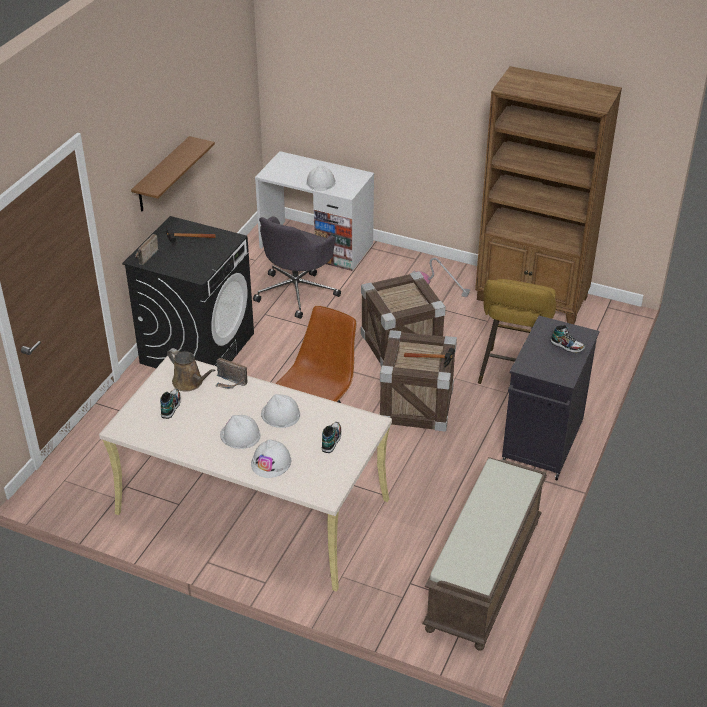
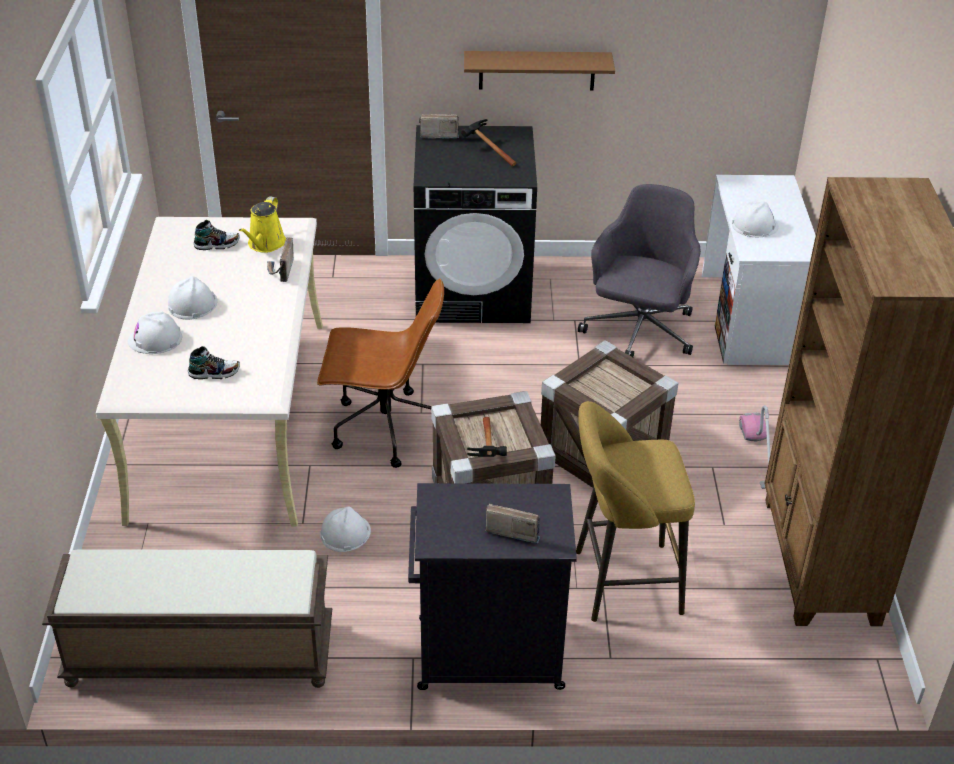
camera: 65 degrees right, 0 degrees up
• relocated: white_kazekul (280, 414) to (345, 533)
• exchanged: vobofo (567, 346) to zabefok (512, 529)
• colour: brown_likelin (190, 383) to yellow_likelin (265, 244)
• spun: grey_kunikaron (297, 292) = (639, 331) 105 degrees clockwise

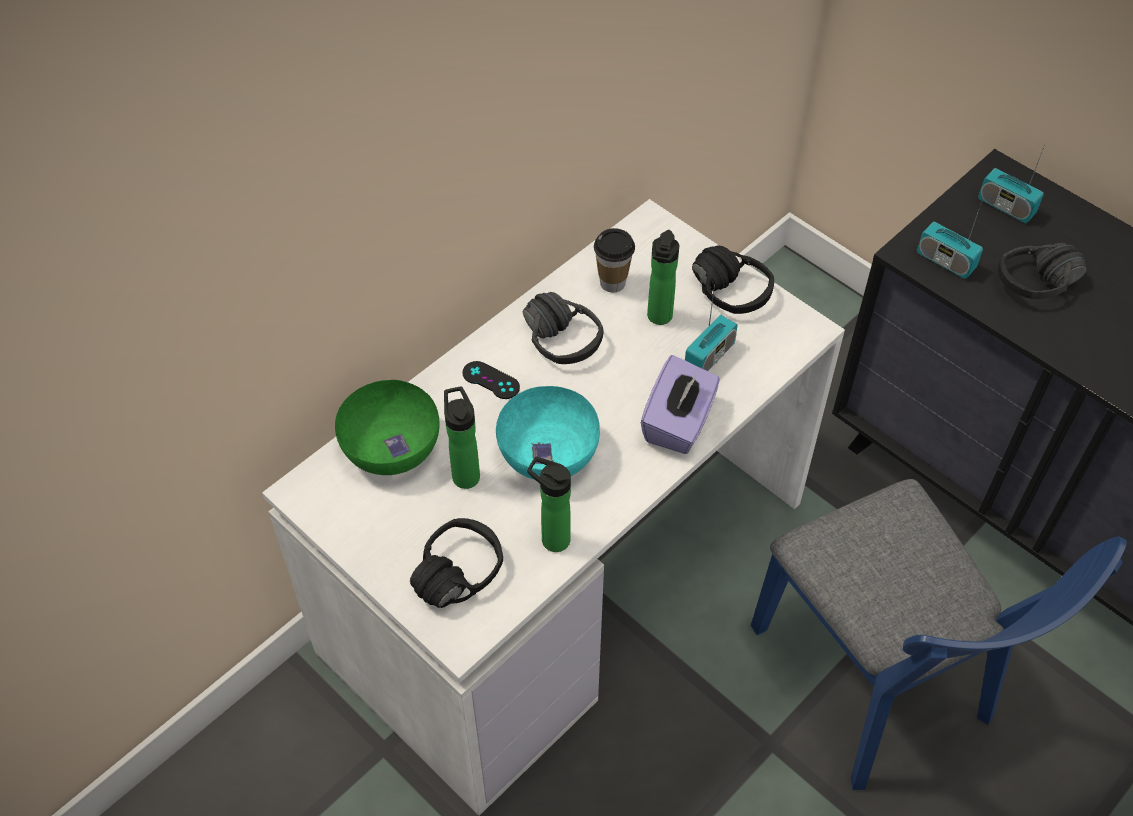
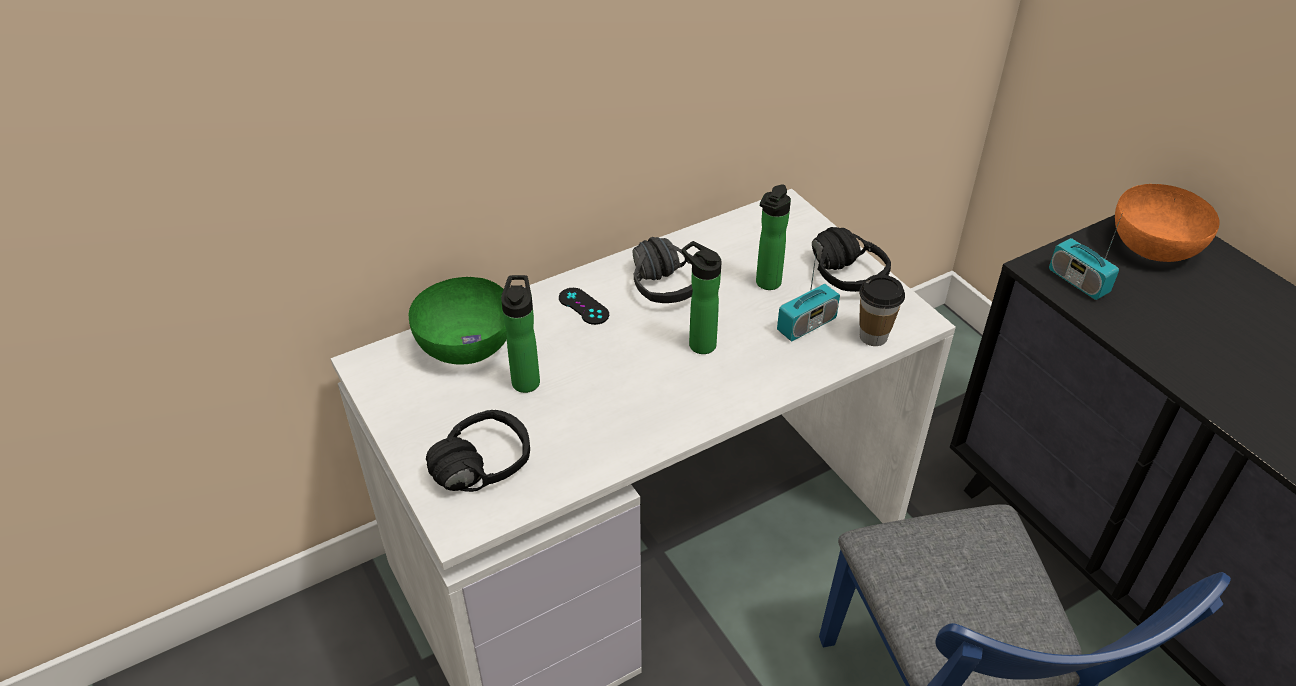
camera: 15 degrees right, 10 degrees down
• missing: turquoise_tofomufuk (549, 454)
• missing: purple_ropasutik (678, 423)
• missing: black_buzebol (1044, 292)
• relocated: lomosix (551, 538) to (699, 343)
• relocated: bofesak (612, 282) to (873, 336)
• exchanged: zabefok (1006, 207) to orange_tofomufuk (1155, 246)

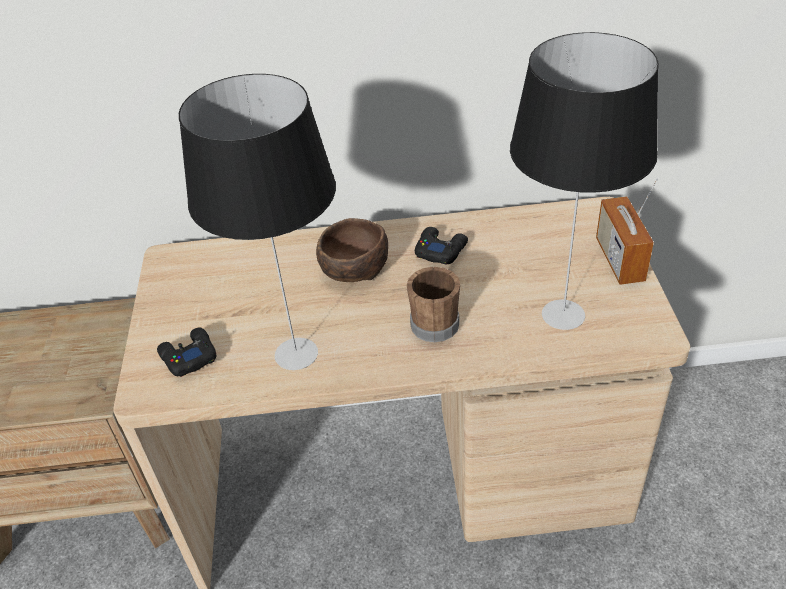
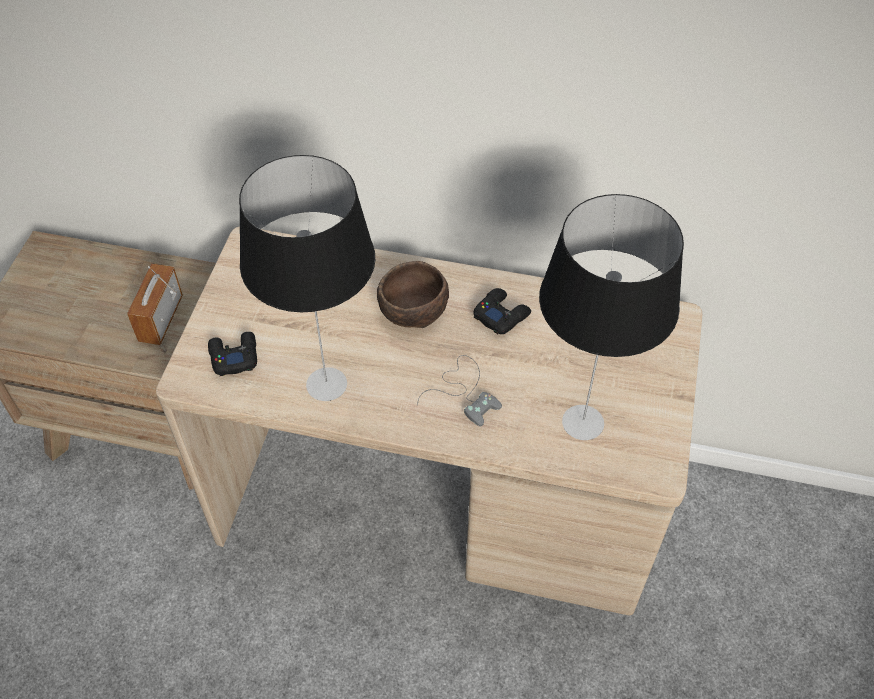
camera: 15 degrees right, 10 degrees up
• relocated: zabefok (619, 260) to (161, 319)
• exchanged: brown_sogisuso (437, 321) to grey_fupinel (464, 391)

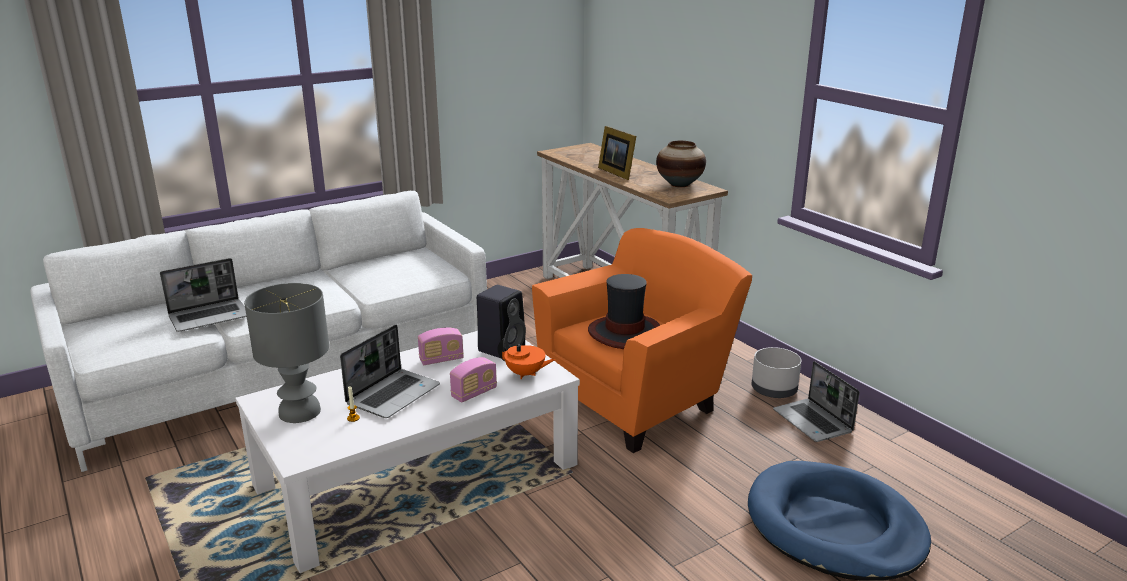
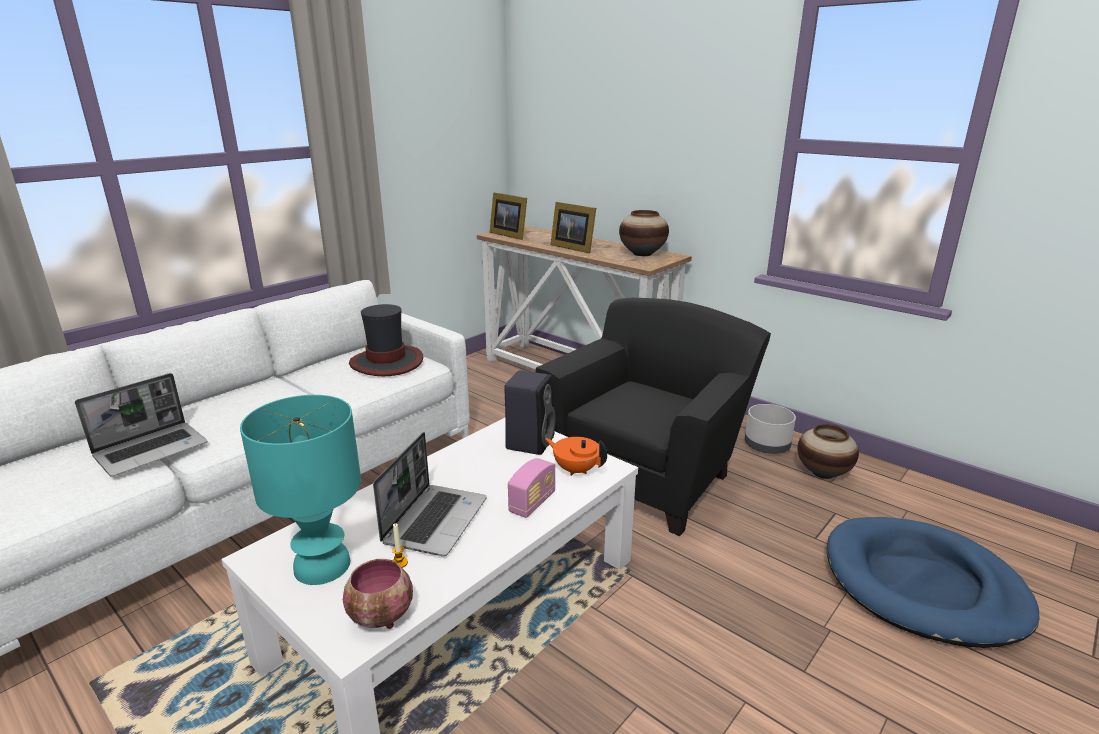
camera: 15 degrees left, 0 degrees up
• missing: zabefok (441, 360)
• appeared: tofomufuk (382, 617)
• appeared: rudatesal (509, 235)
• relocated: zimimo (625, 333) to (387, 362)
• exchanged: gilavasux (813, 422) to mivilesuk (823, 473)
• colour: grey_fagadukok (300, 411) to turquoise_fagadukok (323, 565)
• colour: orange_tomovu (636, 399) to black_tomovu (646, 474)
• spun: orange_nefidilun (525, 374) = (576, 469) 150 degrees counterclockwise

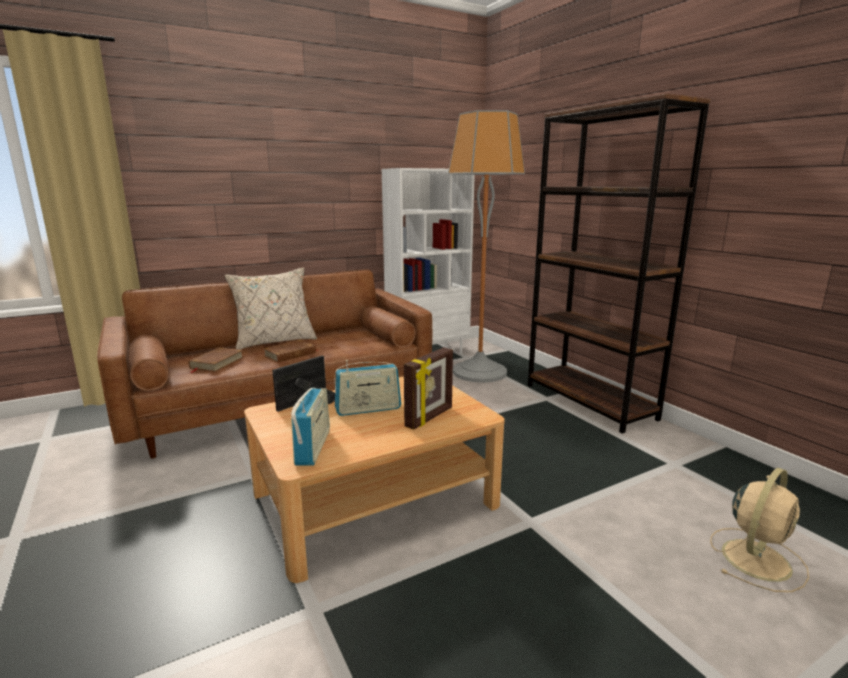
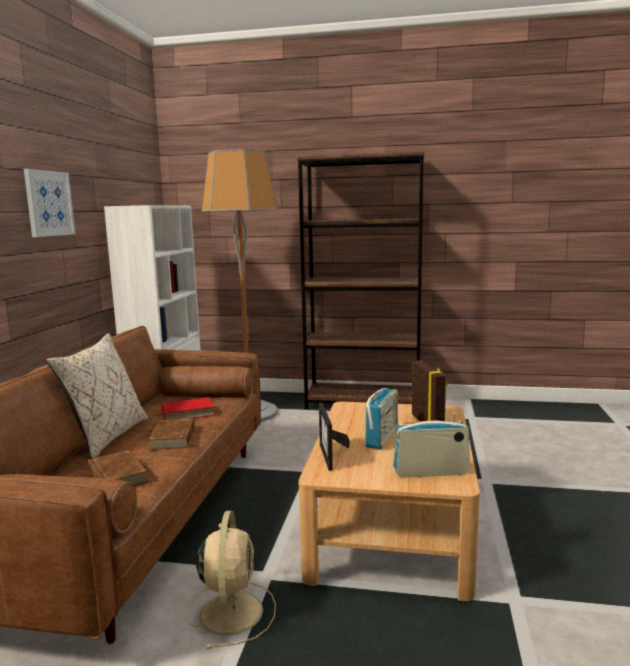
camera: 50 degrees left, 5 degrees down
• appeared: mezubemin (48, 203)
• appeared: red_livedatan (187, 413)
• relocated: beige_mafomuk (757, 558) to (231, 611)
• spun: zabefok (313, 448) = (431, 472) 45 degrees counterclockwise

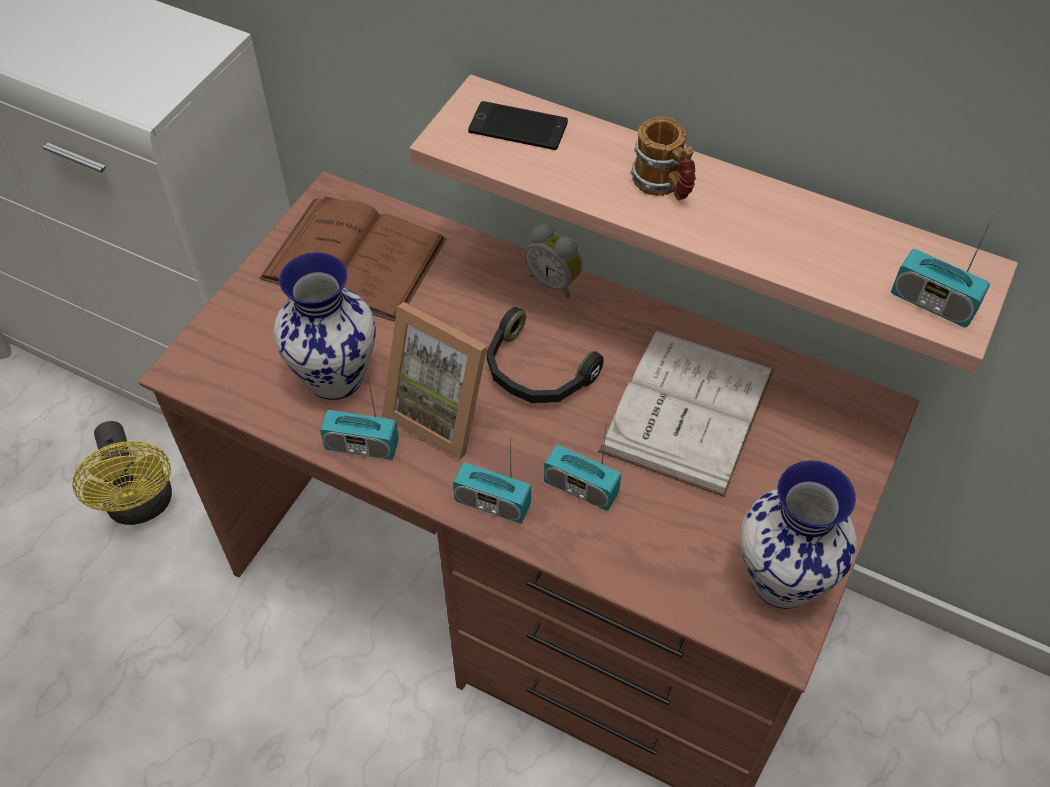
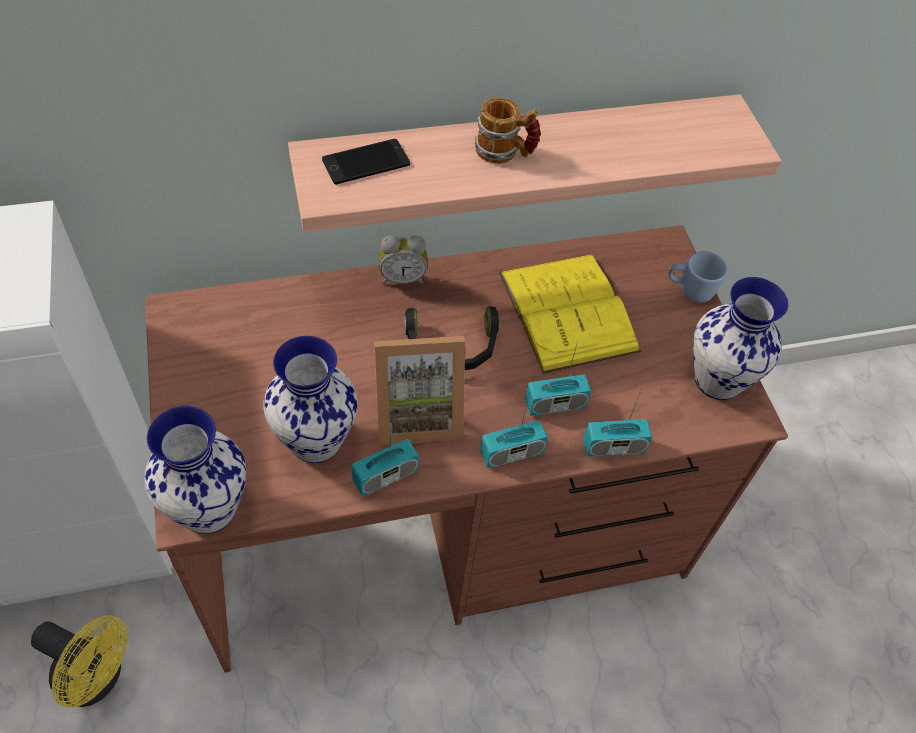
camera: 45 degrees left, 0 degrees up
• missing: brown_livedatan (354, 259)
• appeared: mivilesuk (206, 510)
• appeared: blue_sogisuso (689, 290)
• relocated: zabefok (932, 303) to (613, 447)
• colour: white_livedatan (688, 410) to yellow_livedatan (568, 311)

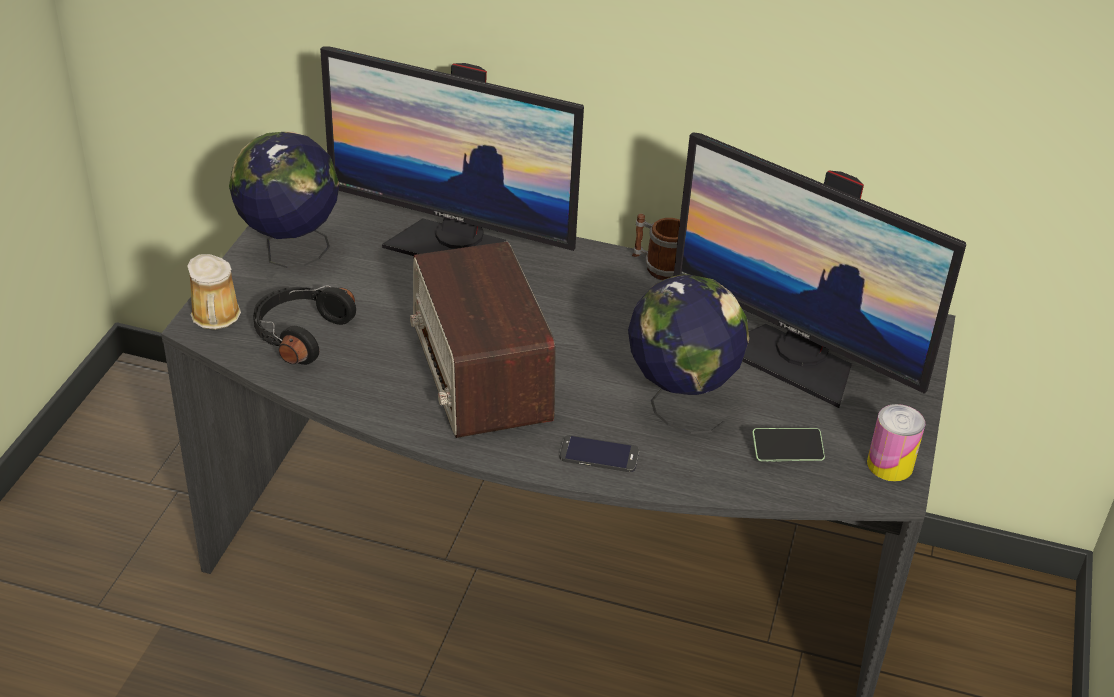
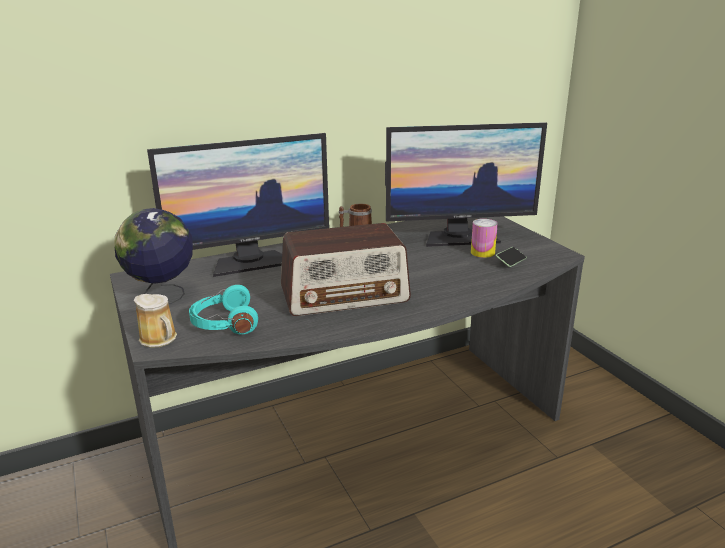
camera: 40 degrees left, 15 degrees down
• missing: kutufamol (599, 454)
• missing: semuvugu (679, 403)
• relocated: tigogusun (890, 465) to (482, 252)
• colour: black_buzebol (299, 333) to turquoise_buzebol (224, 323)
• spun: zabefok (481, 372) = (345, 295) 45 degrees counterclockwise

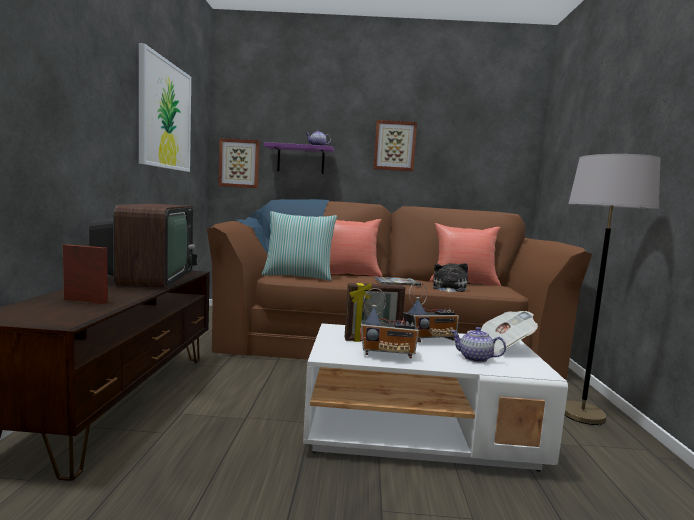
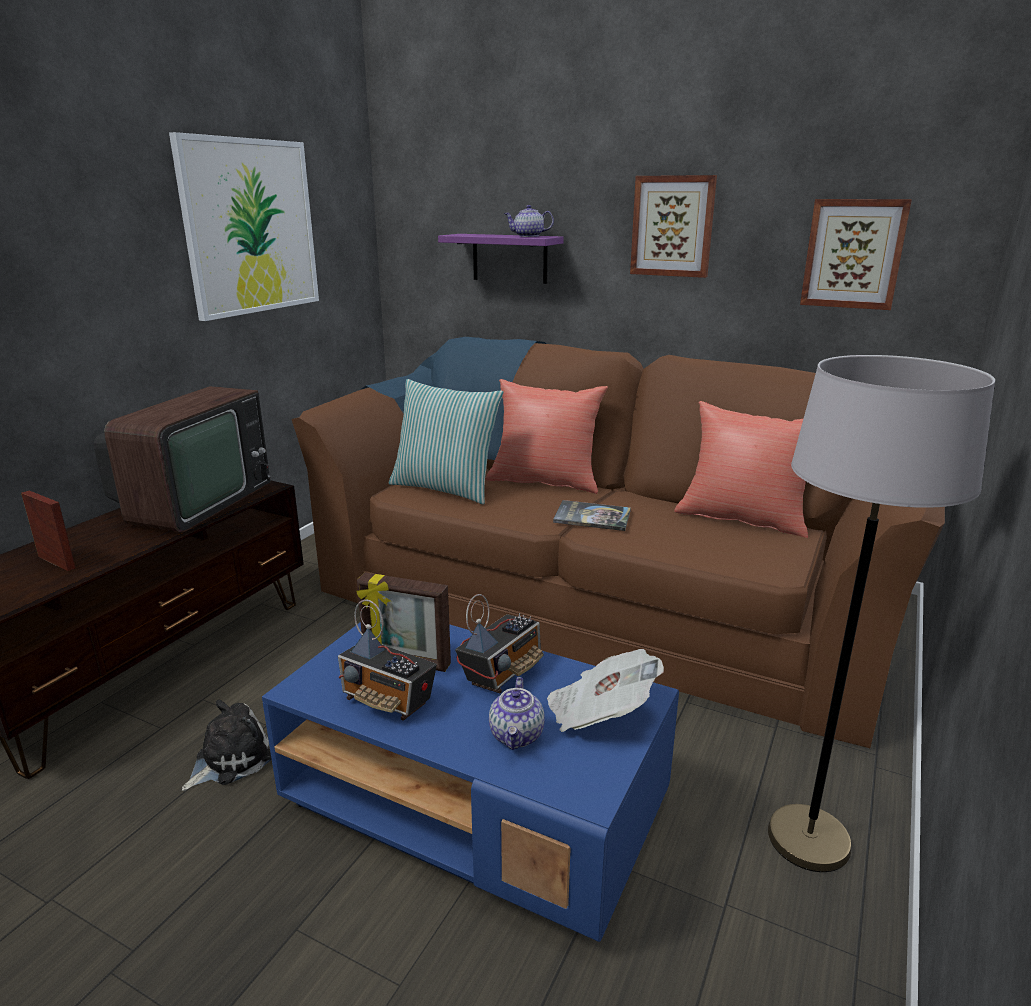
camera: 25 degrees right, 15 degrees up
• relocated: mezubemin (239, 163) to (853, 254)
• relocated: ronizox (448, 289) to (230, 759)
• colour: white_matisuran (419, 431) to blue_matisuran (476, 805)
• spun: zabefok (430, 339) = (502, 673) 60 degrees counterclockwise
• spun: nefidilun (475, 358) = (517, 736) 135 degrees counterclockwise

